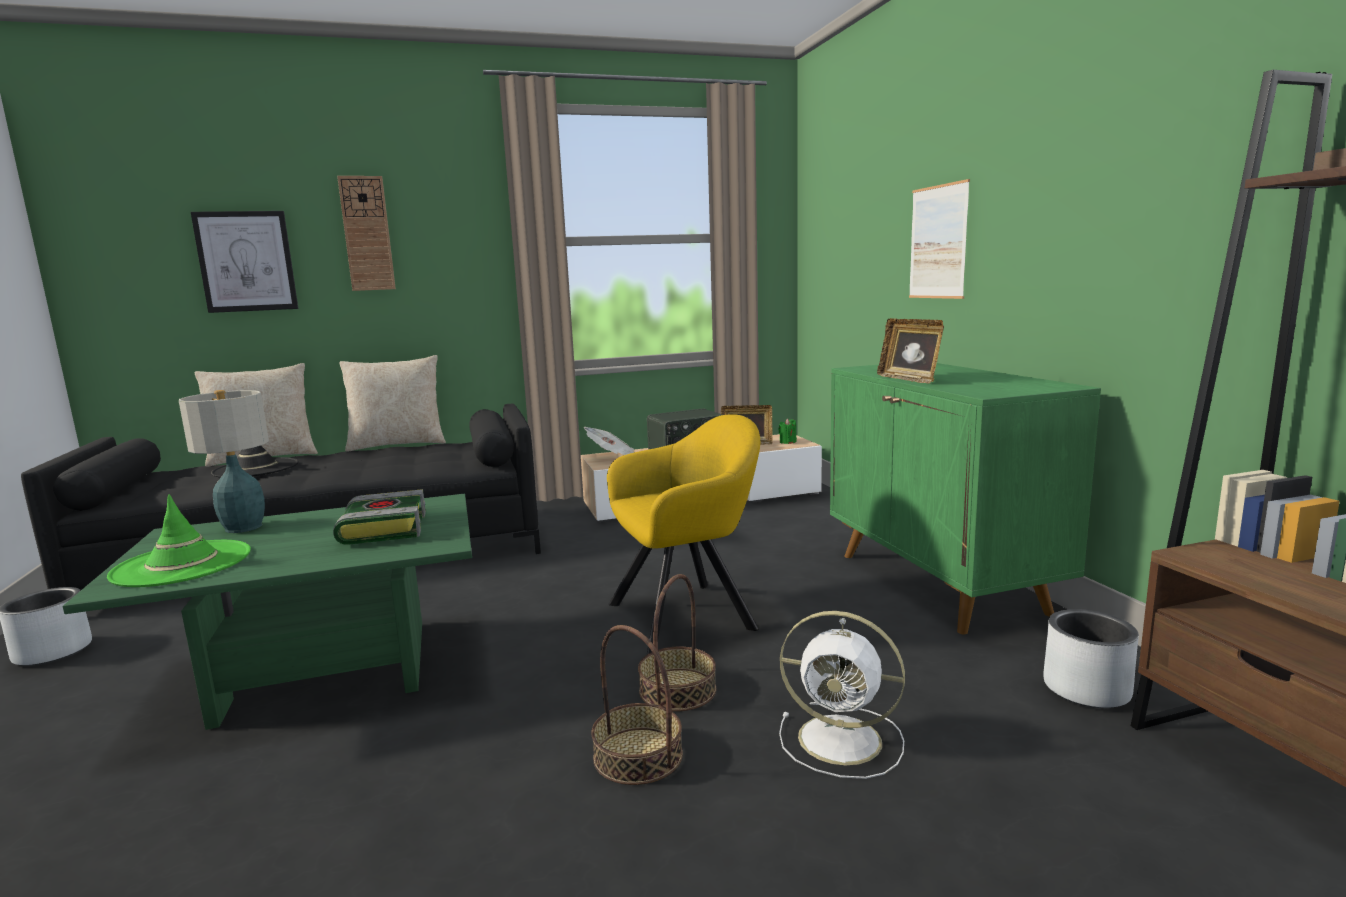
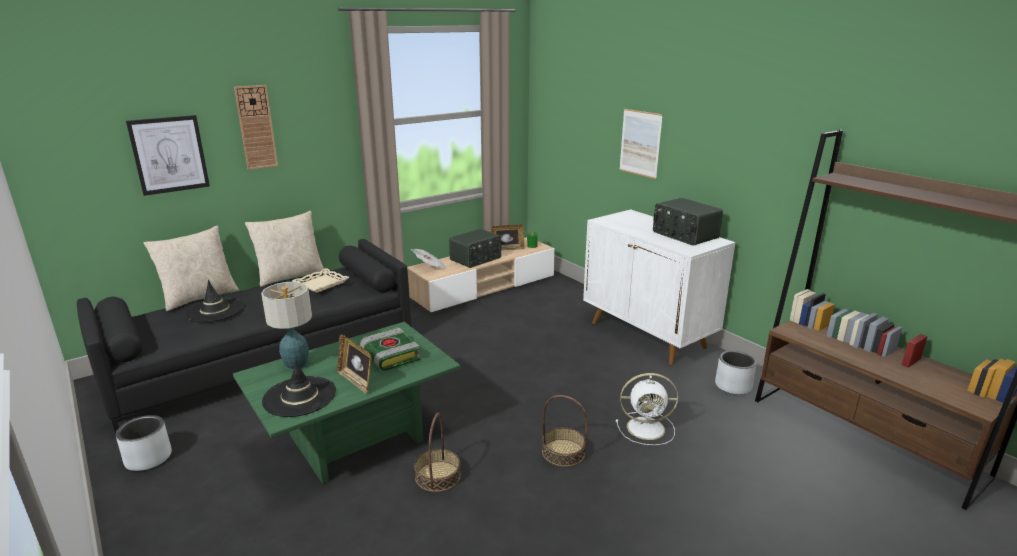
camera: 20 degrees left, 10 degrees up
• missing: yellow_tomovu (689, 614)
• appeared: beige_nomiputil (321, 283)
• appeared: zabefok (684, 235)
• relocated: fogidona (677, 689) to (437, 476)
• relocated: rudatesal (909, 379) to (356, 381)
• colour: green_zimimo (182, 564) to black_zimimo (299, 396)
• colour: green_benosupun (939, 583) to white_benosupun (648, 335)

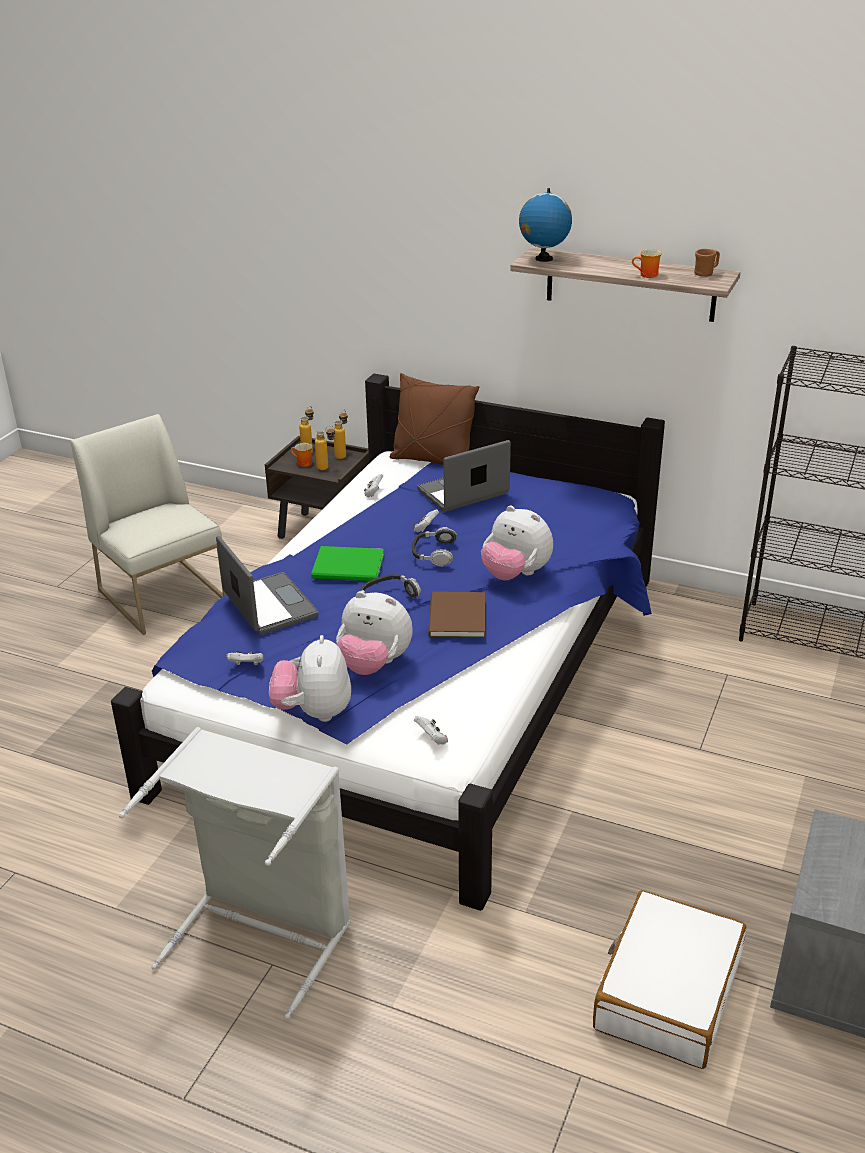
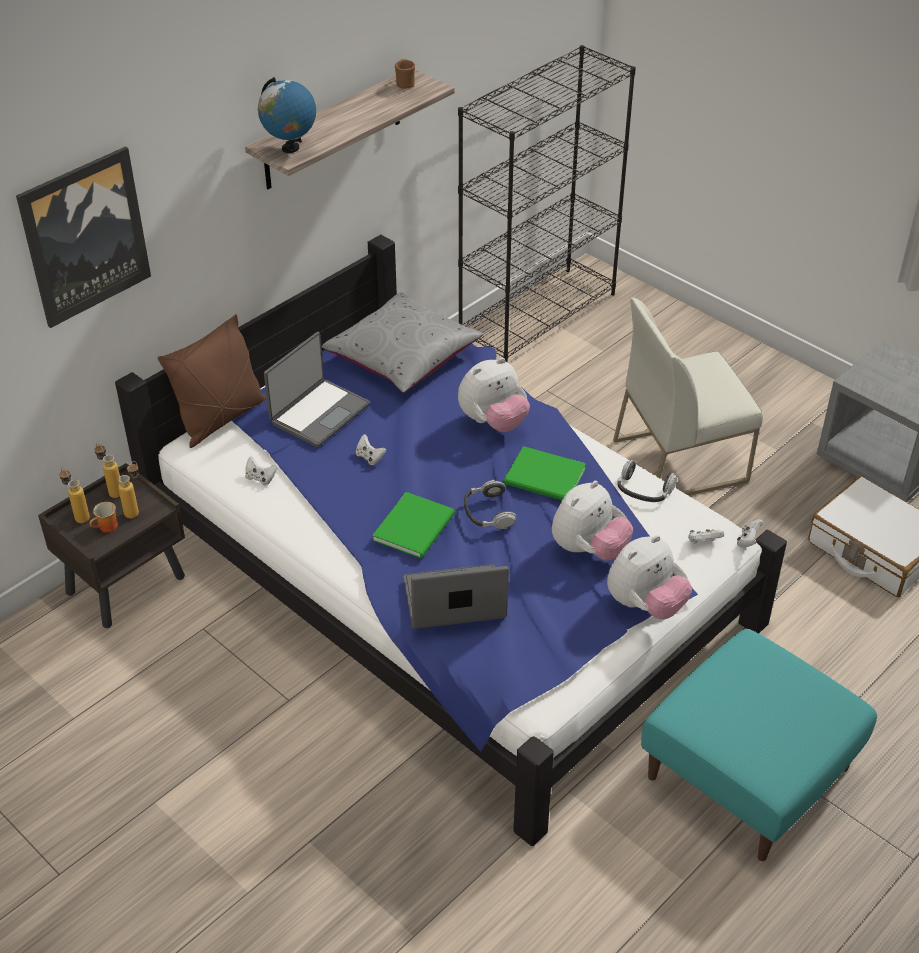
camera: 70 degrees left, 10 degrees up
• missing: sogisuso (647, 275)
• appeared: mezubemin (84, 236)
• appeared: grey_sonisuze (403, 357)
• relocated: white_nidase (164, 595) to (680, 460)
• relocated: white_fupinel (247, 665) to (748, 541)
• relocated: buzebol (433, 553) to (644, 489)
• exchanged: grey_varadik (263, 931) to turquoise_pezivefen (748, 771)
• colour: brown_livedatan (455, 618) to green_livedatan (546, 478)
• spun: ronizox (314, 712) = (645, 605) 60 degrees counterclockwise
• spun: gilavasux (463, 493) = (318, 413) 135 degrees counterclockwise

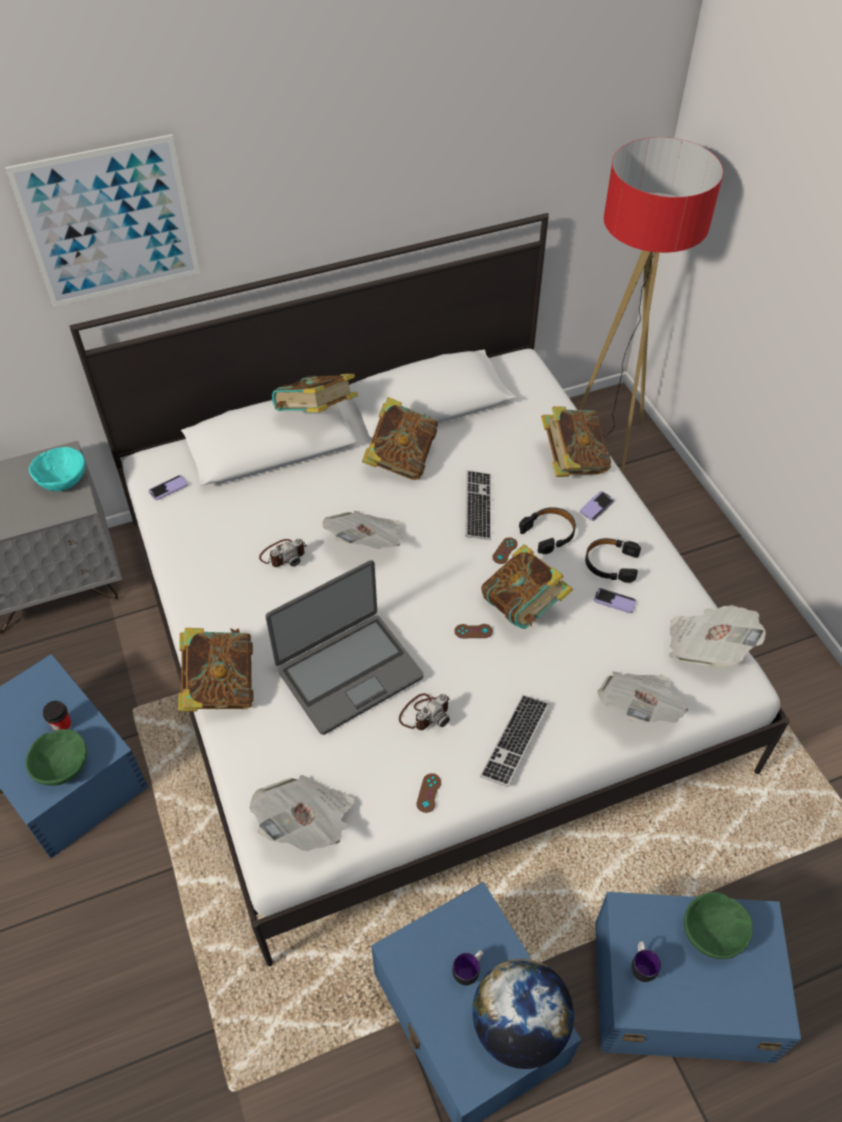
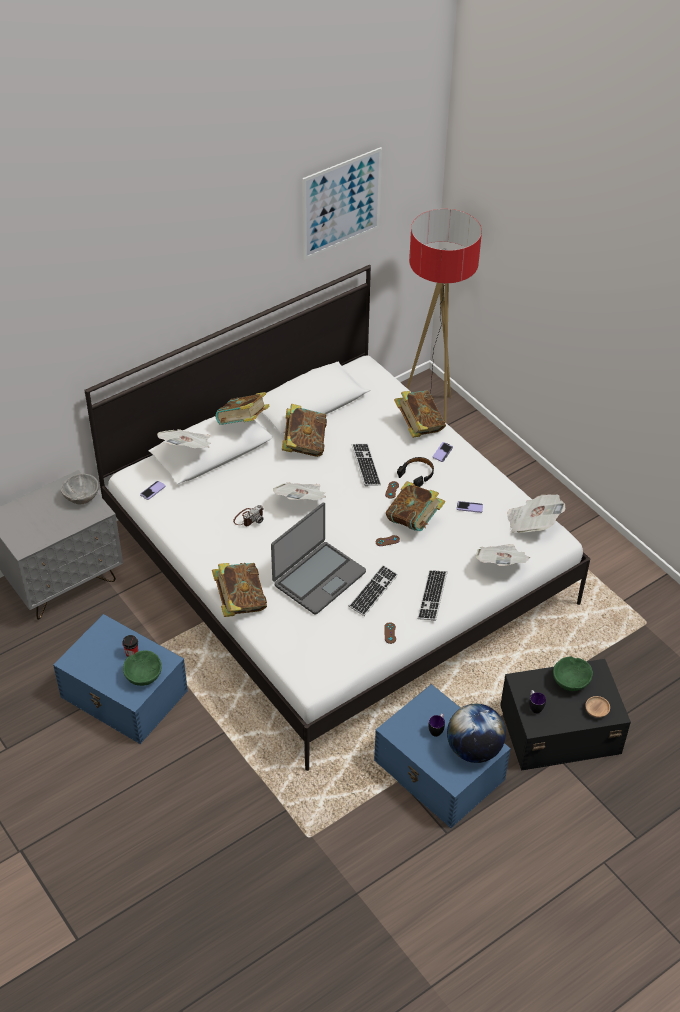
camera: 15 degrees left, 5 degrees down
• missing: black_buzebol (610, 564)
• appeared: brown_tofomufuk (596, 711)
• relocated: mezubemin (109, 223) to (341, 203)
• relocated: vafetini (307, 822) to (187, 449)
• exchanged: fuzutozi (425, 713) to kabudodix (373, 591)
• colour: turquoise_tofomufuk (62, 482) to grey_tofomufuk (81, 498)
• colour: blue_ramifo (678, 988) to black_ramifo (558, 729)

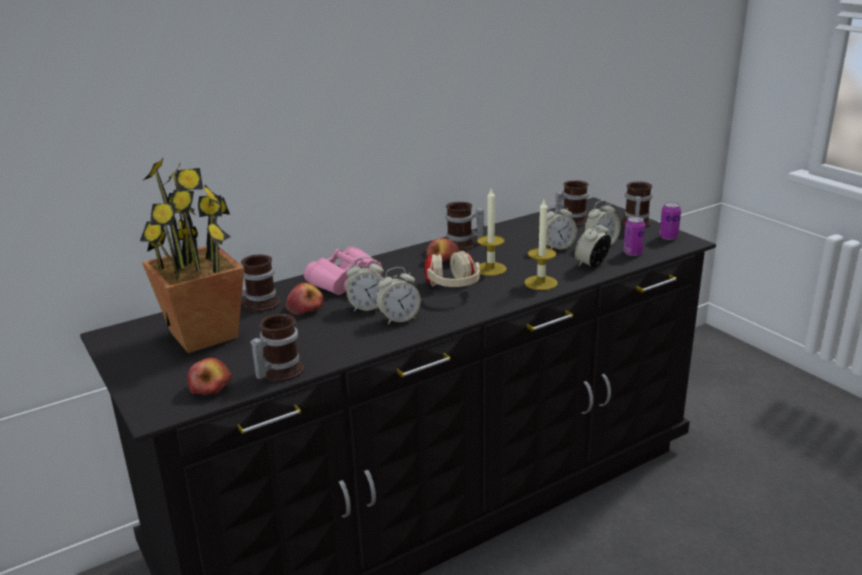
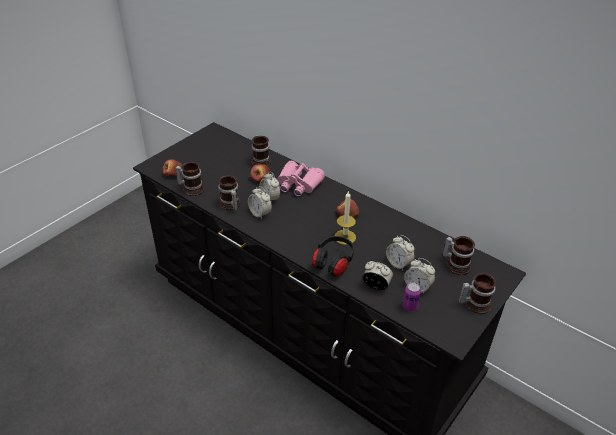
camera: 70 degrees right, 15 degrees up
• missing: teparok (203, 334)
• missing: beige_buzebol (452, 288)
• missing: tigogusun (668, 237)
• relocated: sogisuso (463, 244) to (229, 205)
• exchanged: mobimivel (541, 283) to black_buzebol (333, 264)

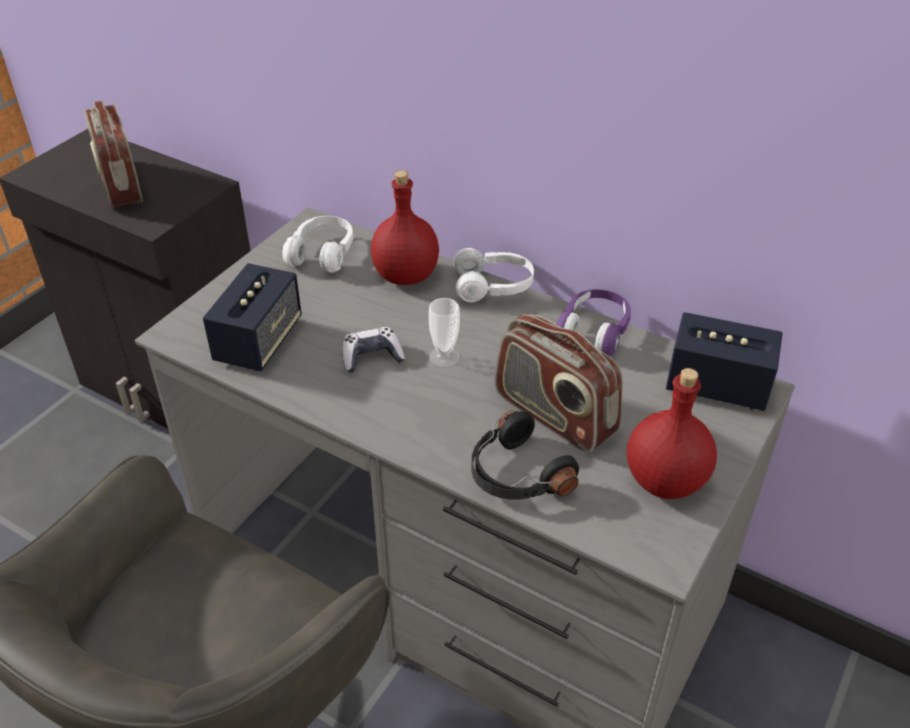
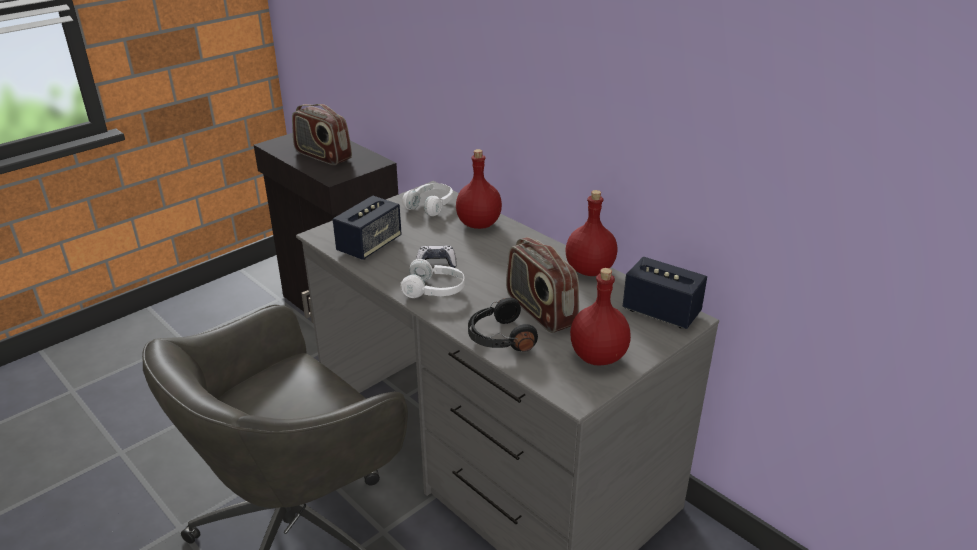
camera: 15 degrees right, 10 degrees down
• missing: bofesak (444, 357)
• relocated: white_buzebol (493, 286) to (434, 290)
• exchanged: purple_buzebol (594, 332) to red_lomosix (590, 270)
• spun: zabefok (120, 185) = (322, 156) 45 degrees counterclockwise

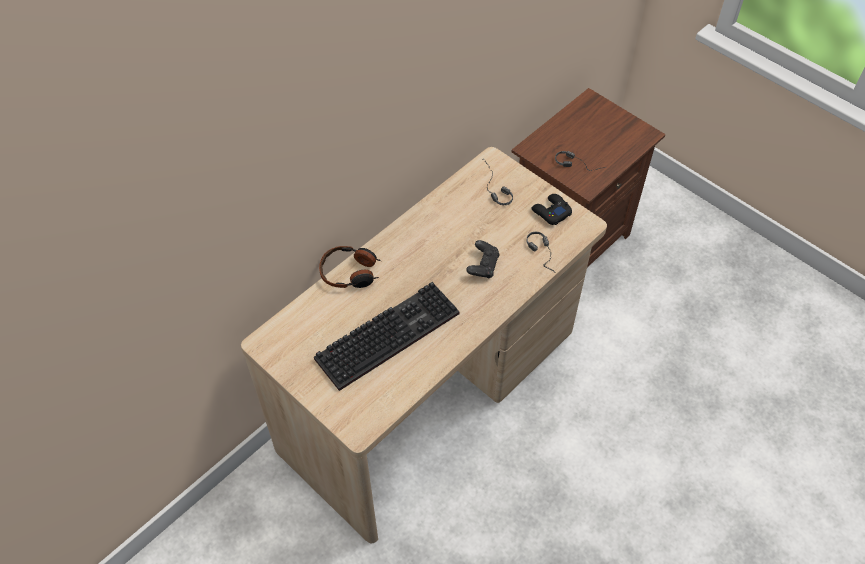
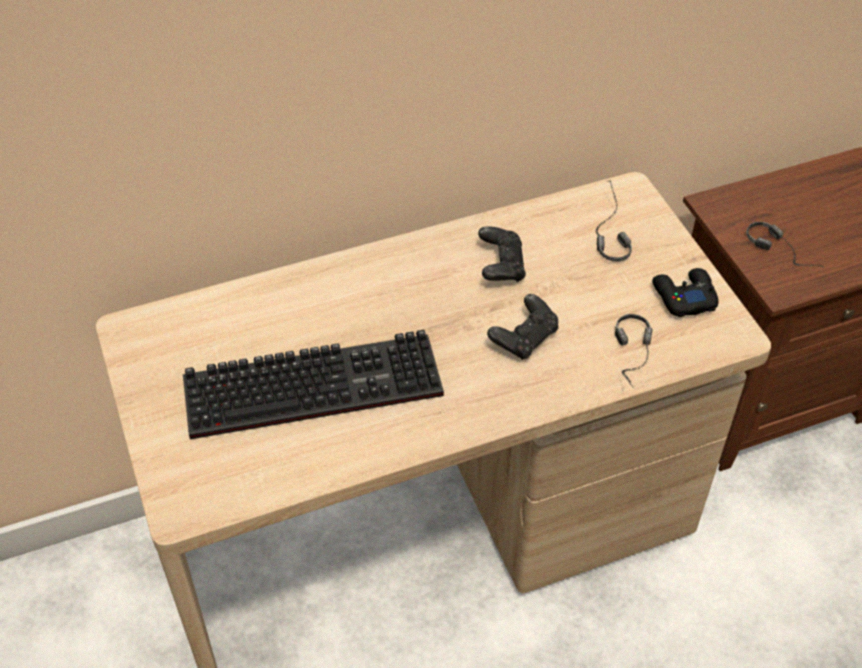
camera: 25 degrees right, 5 degrees down
• missing: buzebol (350, 273)
• appeared: black_fupinel (501, 266)

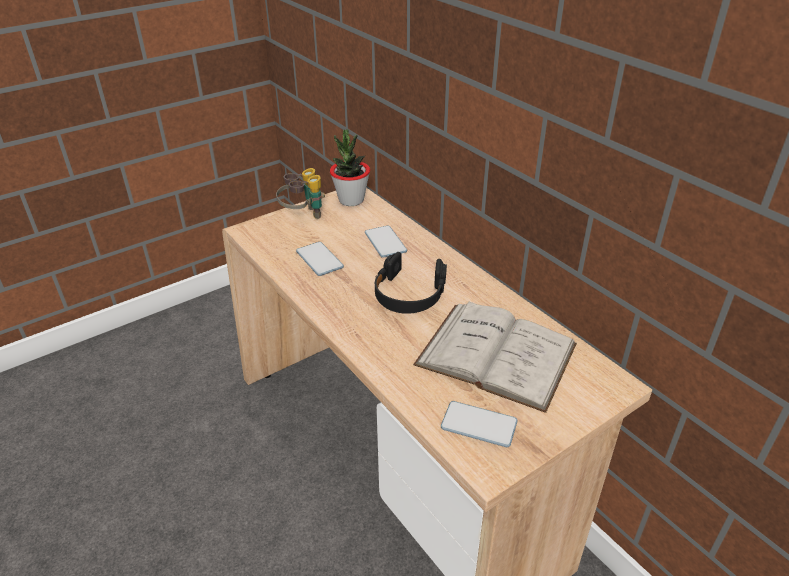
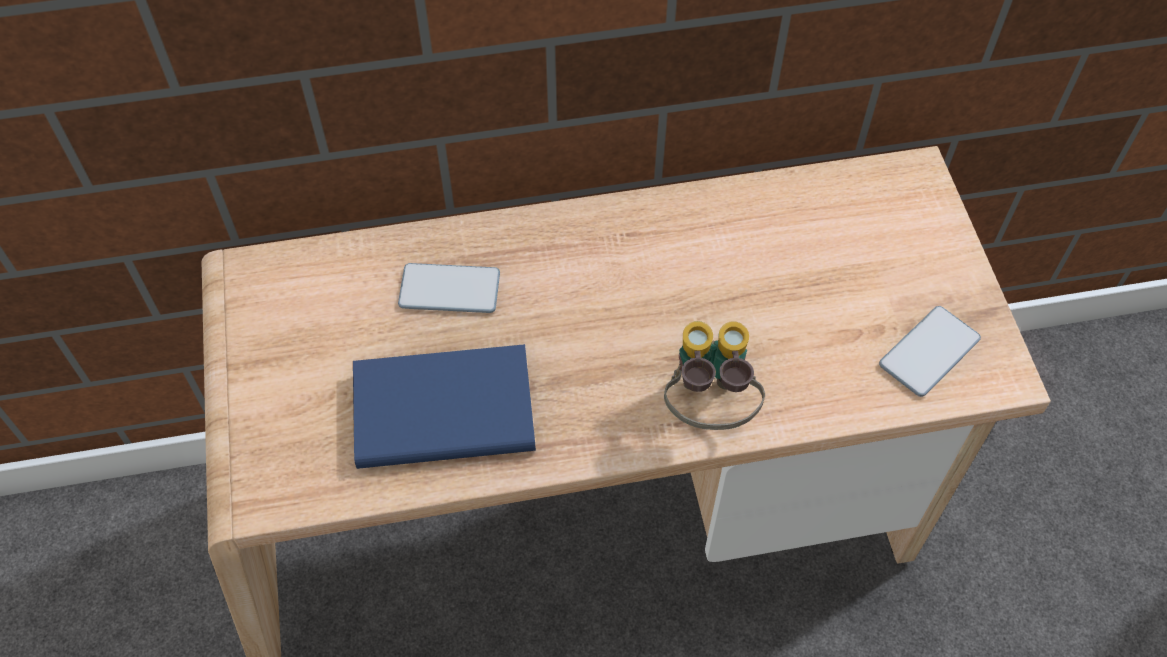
camera: 65 degrees left, 20 degrees up
• missing: teparok (351, 200)
• missing: black_buzebol (409, 293)
• missing: white_livedatan (496, 354)
• relocated: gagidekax (303, 216) to (708, 406)
• exchanged: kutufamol (319, 260) to blue_livedatan (441, 407)

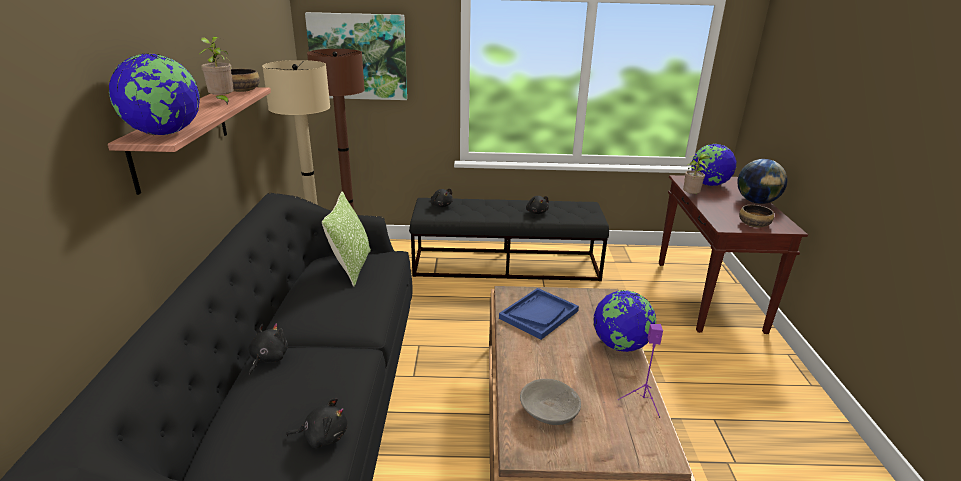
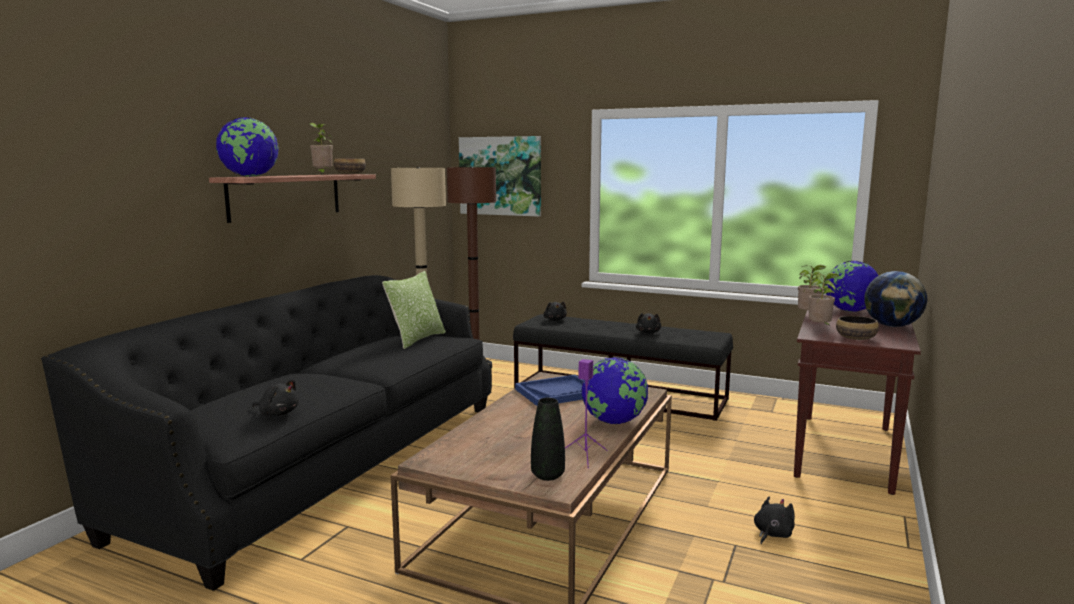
camera: 25 degrees right, 15 degrees down
• missing: grey_tofomufuk (548, 412)
• appeared: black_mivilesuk (547, 475)
• appeared: teparok (820, 328)
• relocated: black_ronizox (268, 358) to (772, 534)

